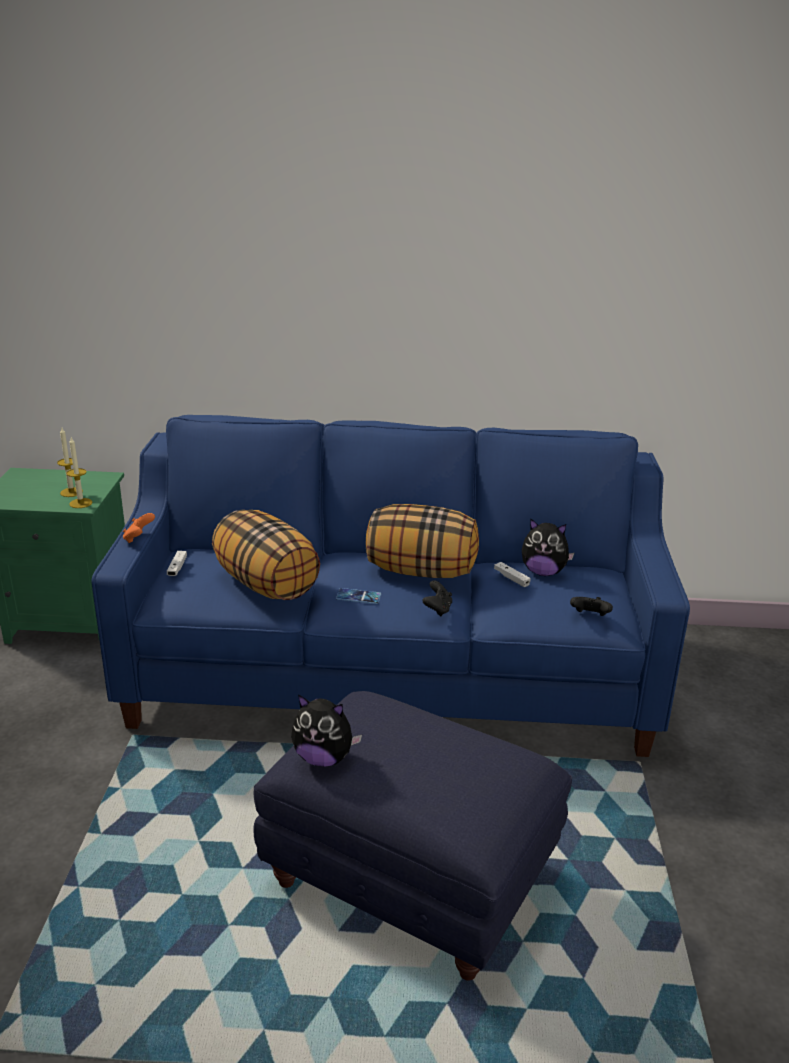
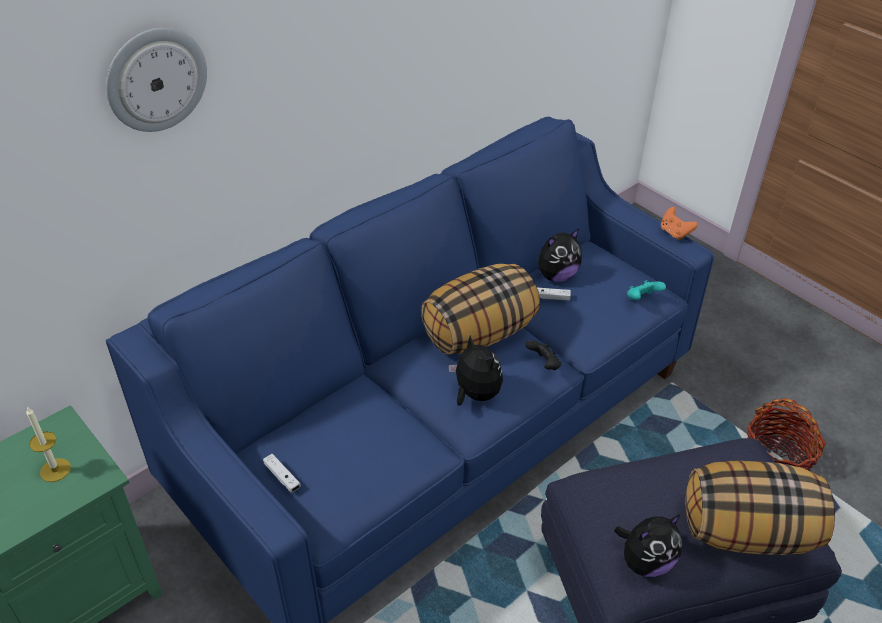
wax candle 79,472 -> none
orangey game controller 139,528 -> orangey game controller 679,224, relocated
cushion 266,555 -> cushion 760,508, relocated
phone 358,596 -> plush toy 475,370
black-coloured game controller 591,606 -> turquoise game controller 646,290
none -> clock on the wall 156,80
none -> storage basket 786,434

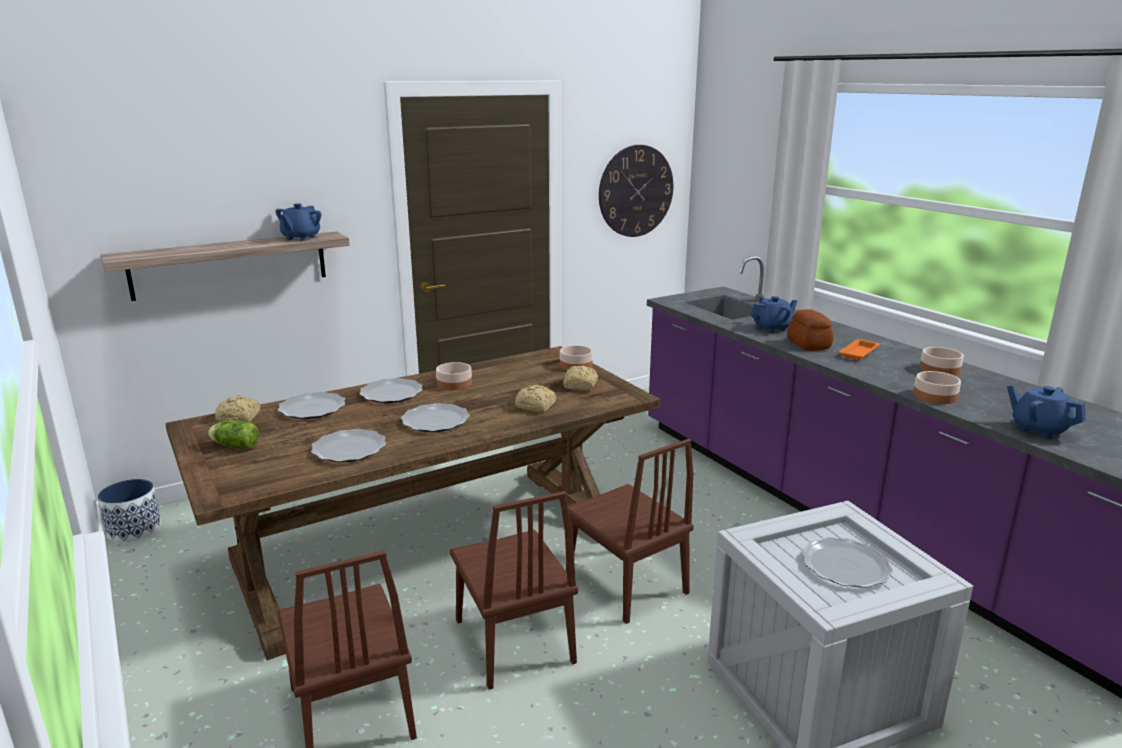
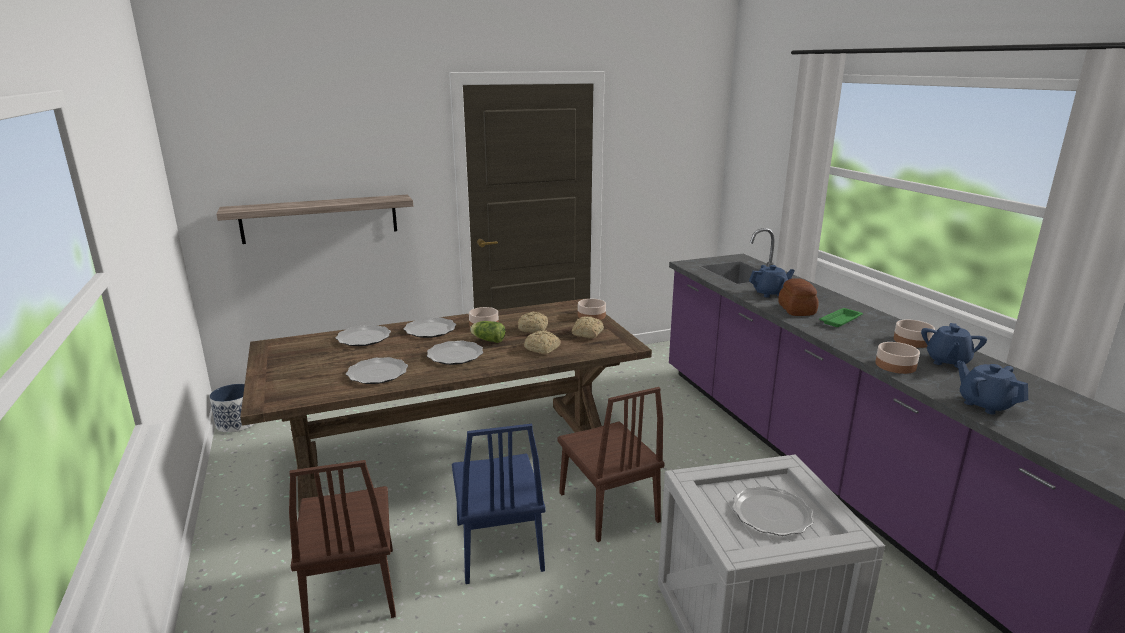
lettuce head 233,434 -> lettuce head 487,332, relocated
bread 237,408 -> bread 533,322, relocated
blue pot for tea 298,222 -> blue pot for tea 954,345, relocated
brownish upright chair 514,590 -> blue upright chair 499,504
clock on the wall 636,191 -> none
orangey tray 859,349 -> green-coloured tray 841,317

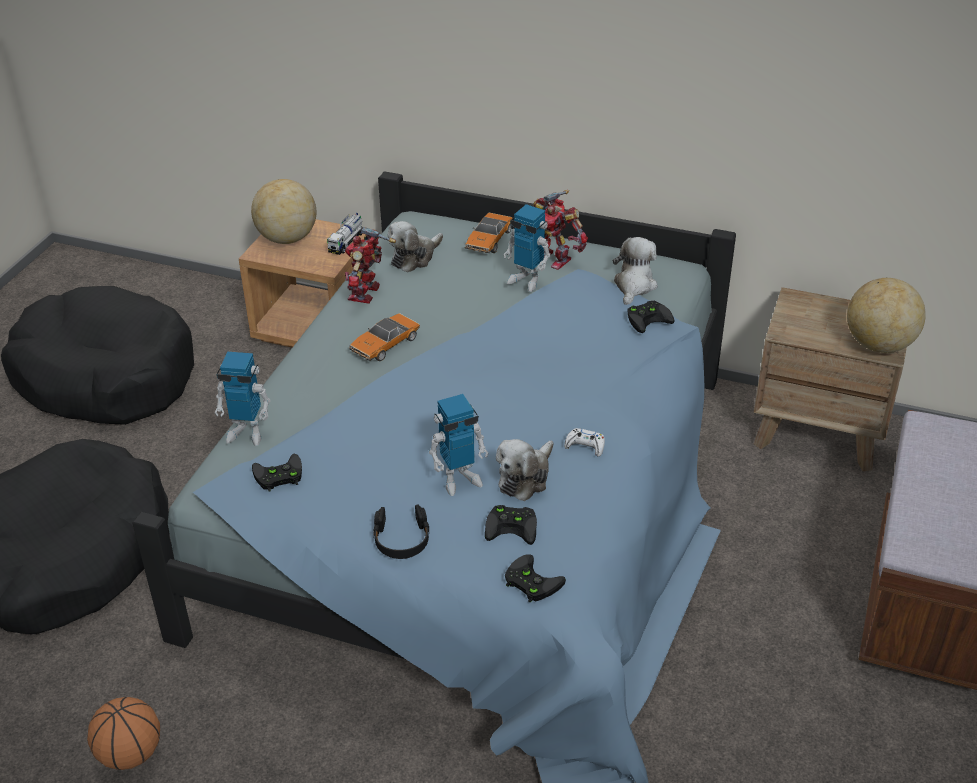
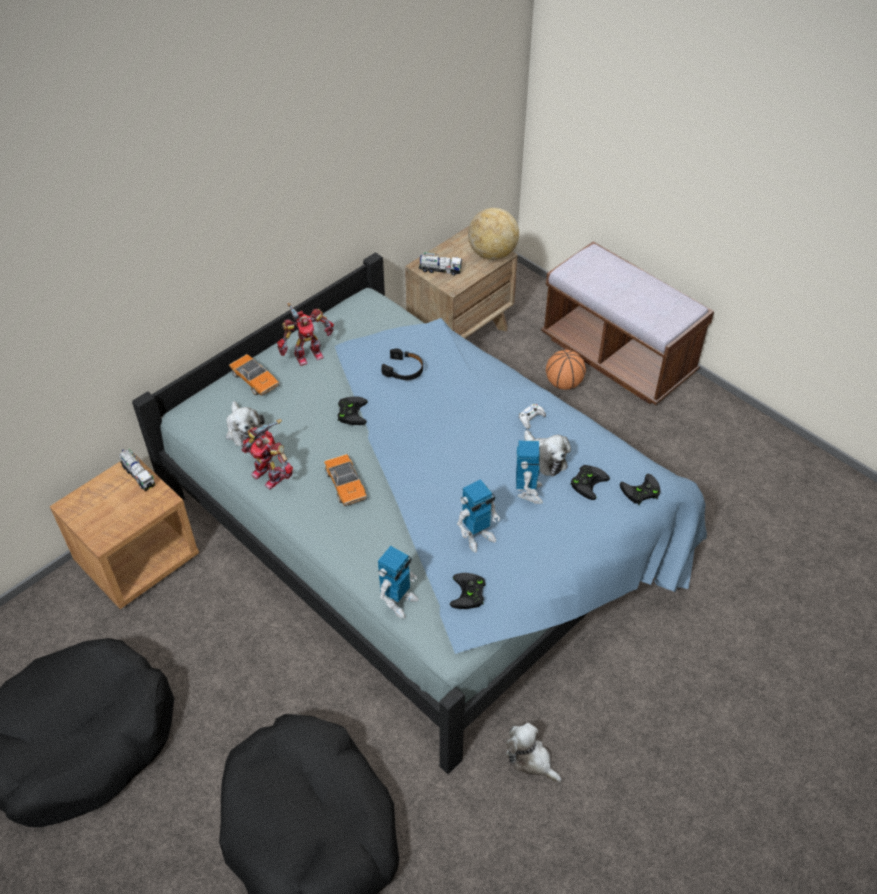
basketball ball 123,733 -> basketball ball 566,370, relocated
world globe 283,211 -> none
black-coloured headphones 401,531 -> black-coloured headphones 402,364, relocated
toy robot 527,248 -> toy robot 478,516, relocated
plush toy 635,271 -> plush toy 534,753, relocated
black-coloured game controller 650,317 -> black-coloured game controller 352,410, relocated
none -> model truck 440,263

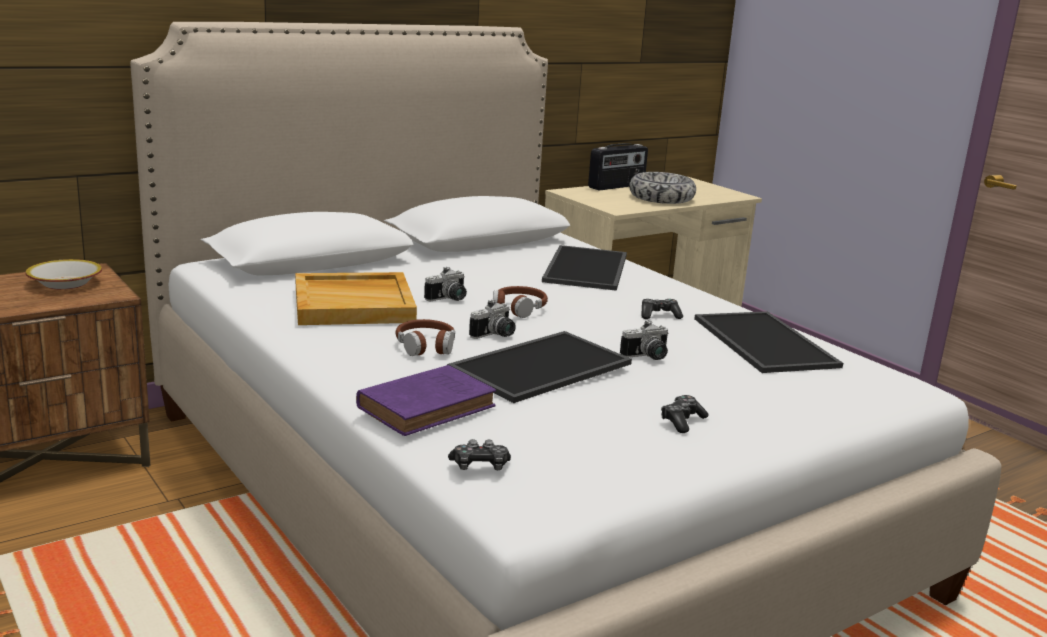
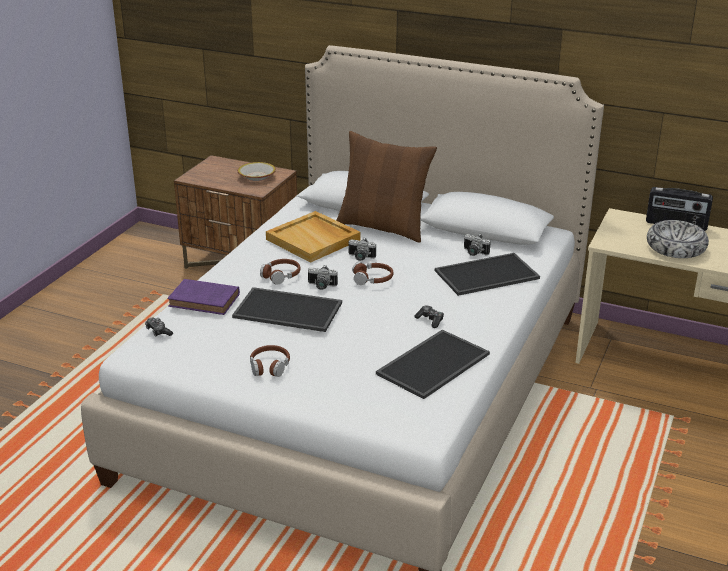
still camera 644,340 -> still camera 477,245, relocated
game controller 685,414 -> brownish headphones 270,361
none -> brownish cushion 386,187

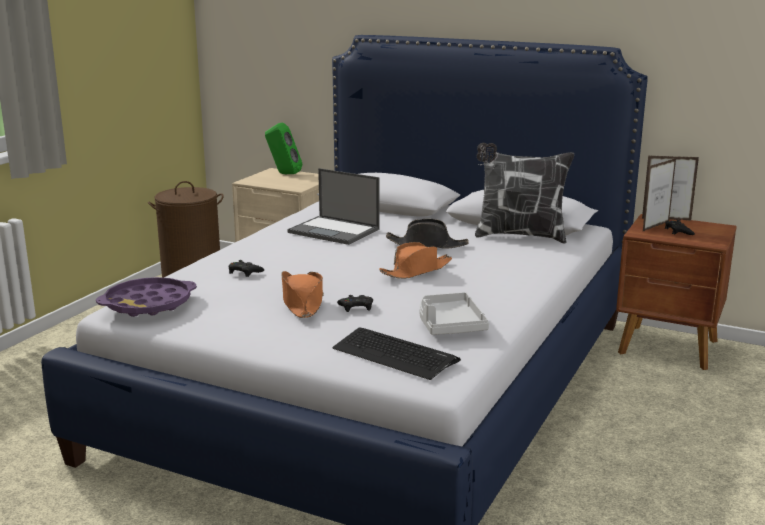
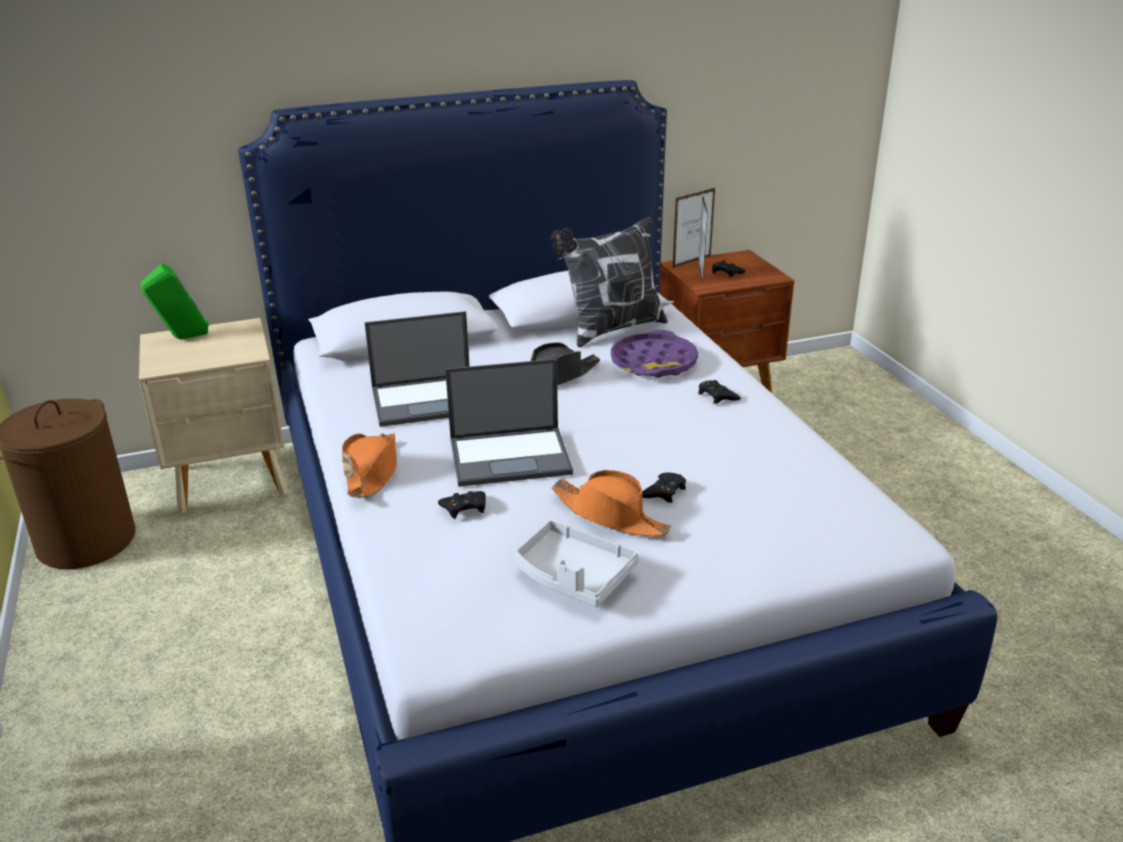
purple-coloured tray 146,297 -> purple-coloured tray 654,354, relocated
PC keyboard 396,354 -> none
orangey hat 415,260 -> orangey hat 369,465, relocated
greyish tray 454,313 -> greyish tray 577,563, relocated
none -> laptop 509,423
none -> black-coloured game controller 719,392

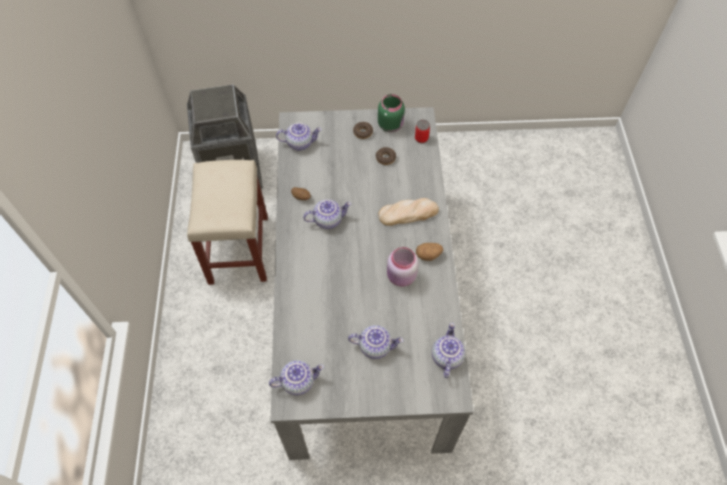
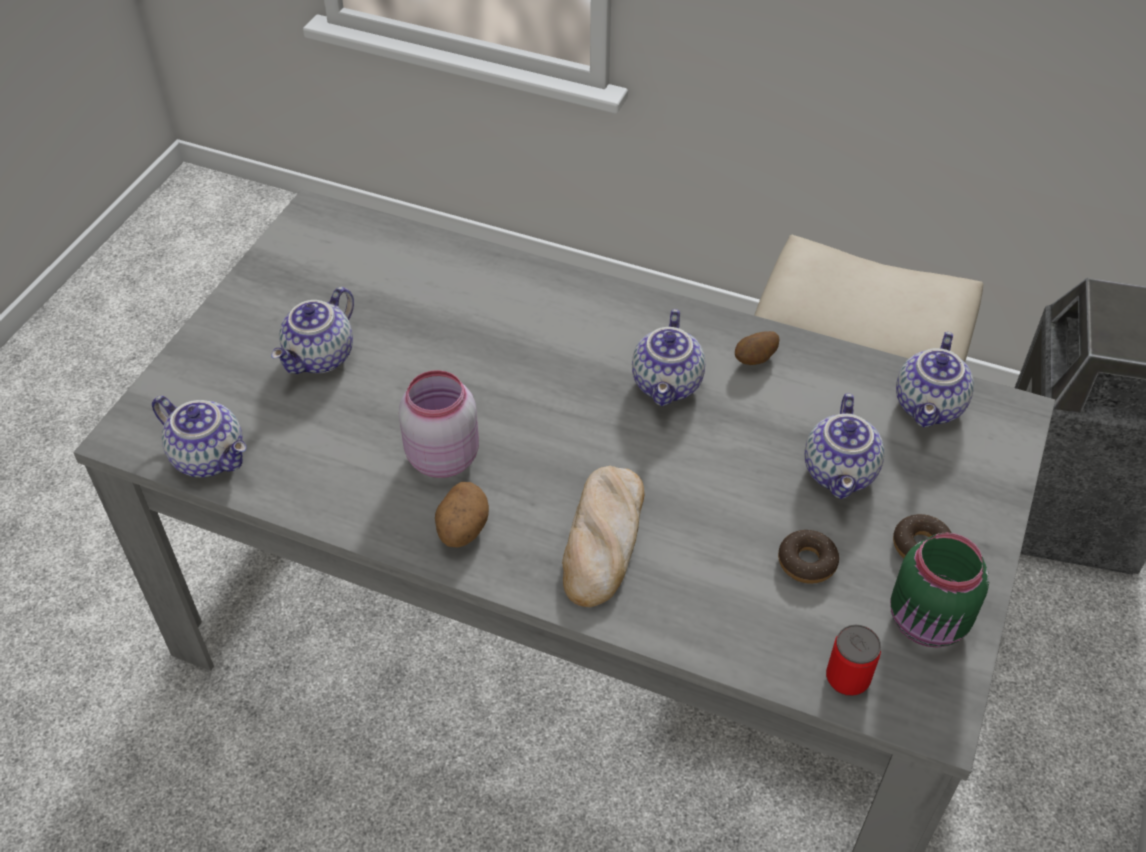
pot for tea 296,377 -> pot for tea 844,446, relocated

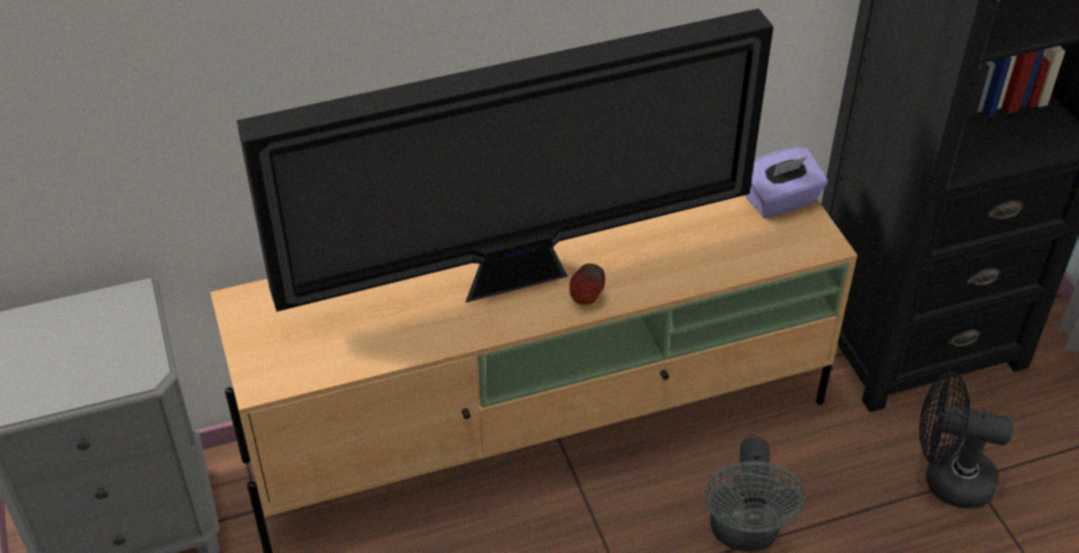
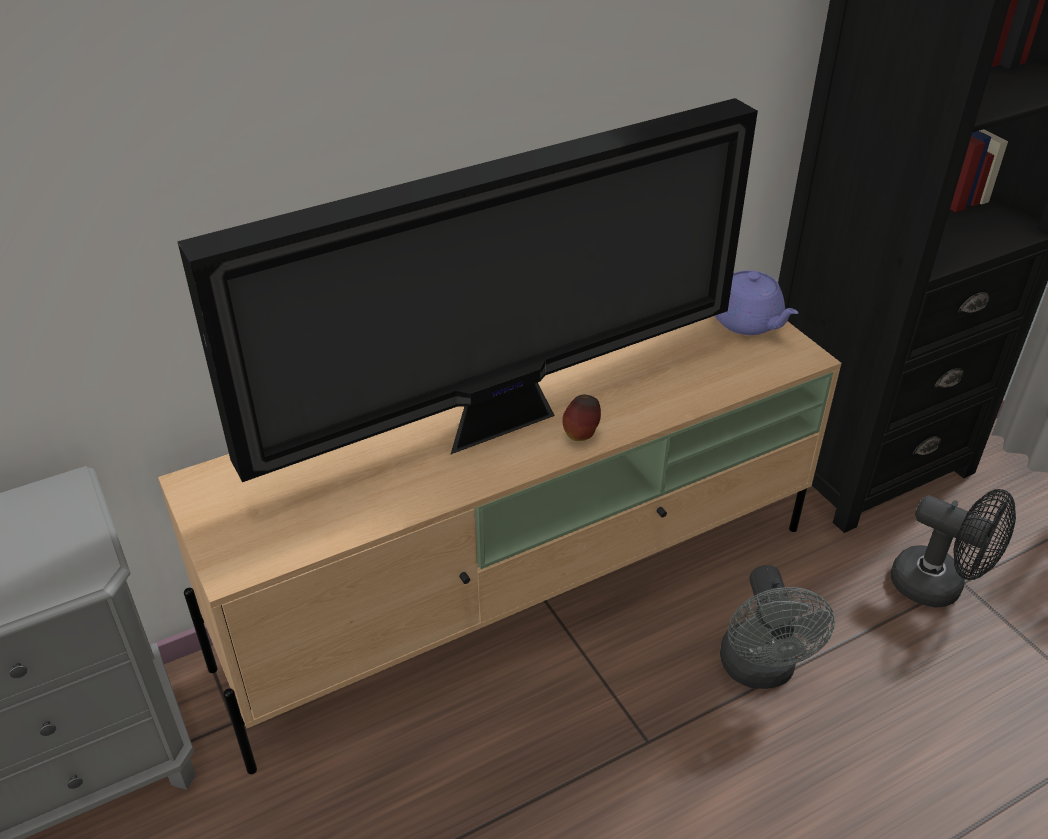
purple-coloured tissue holder 786,182 -> purple-coloured pot for tea 757,302
black-coloured cooling fan 966,440 -> black-coloured cooling fan 953,548, 150 degrees counterclockwise

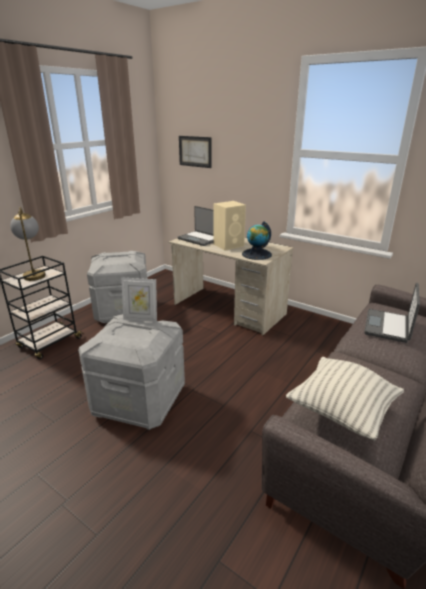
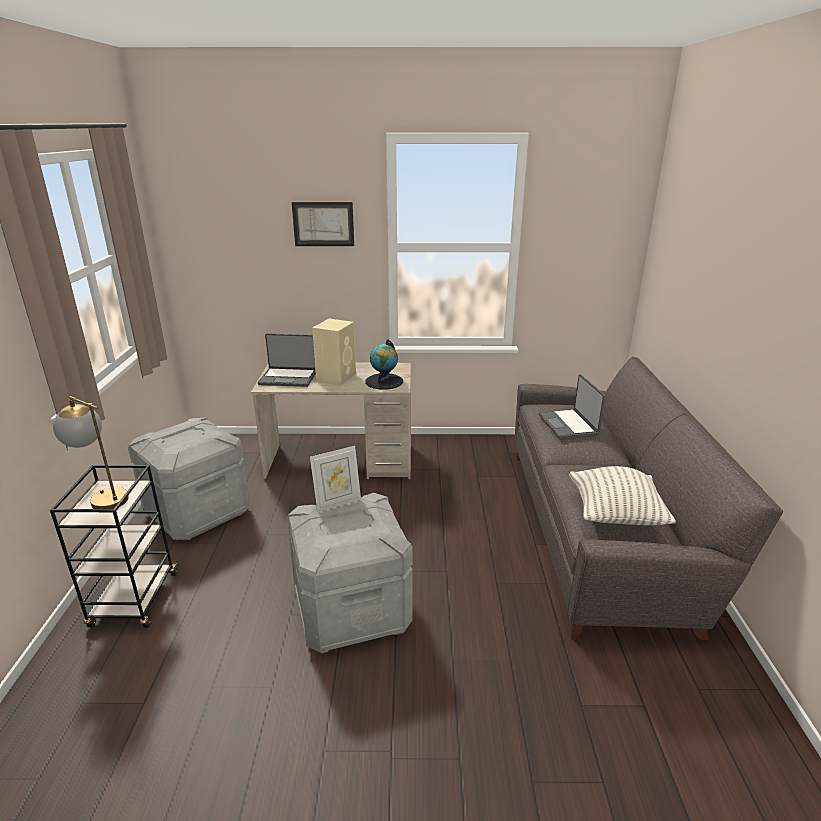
wall picture 195,152 -> wall picture 323,224, relocated

